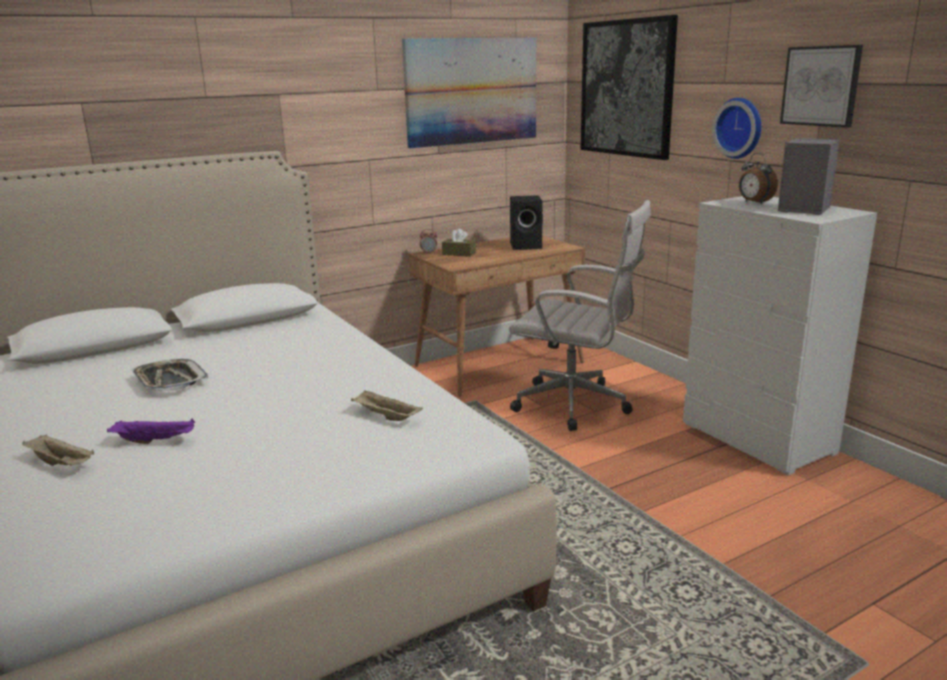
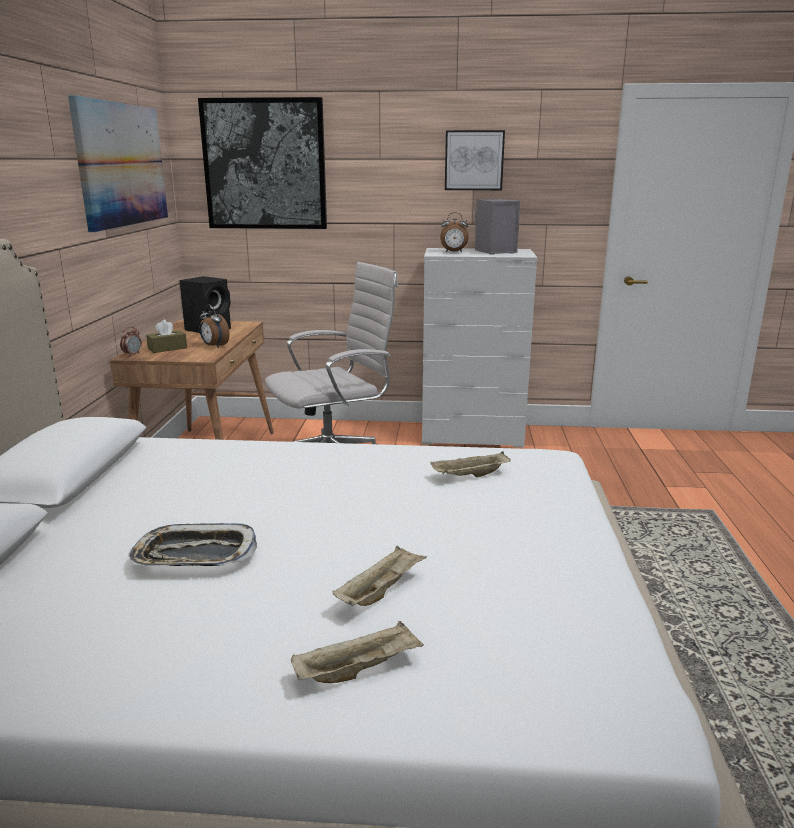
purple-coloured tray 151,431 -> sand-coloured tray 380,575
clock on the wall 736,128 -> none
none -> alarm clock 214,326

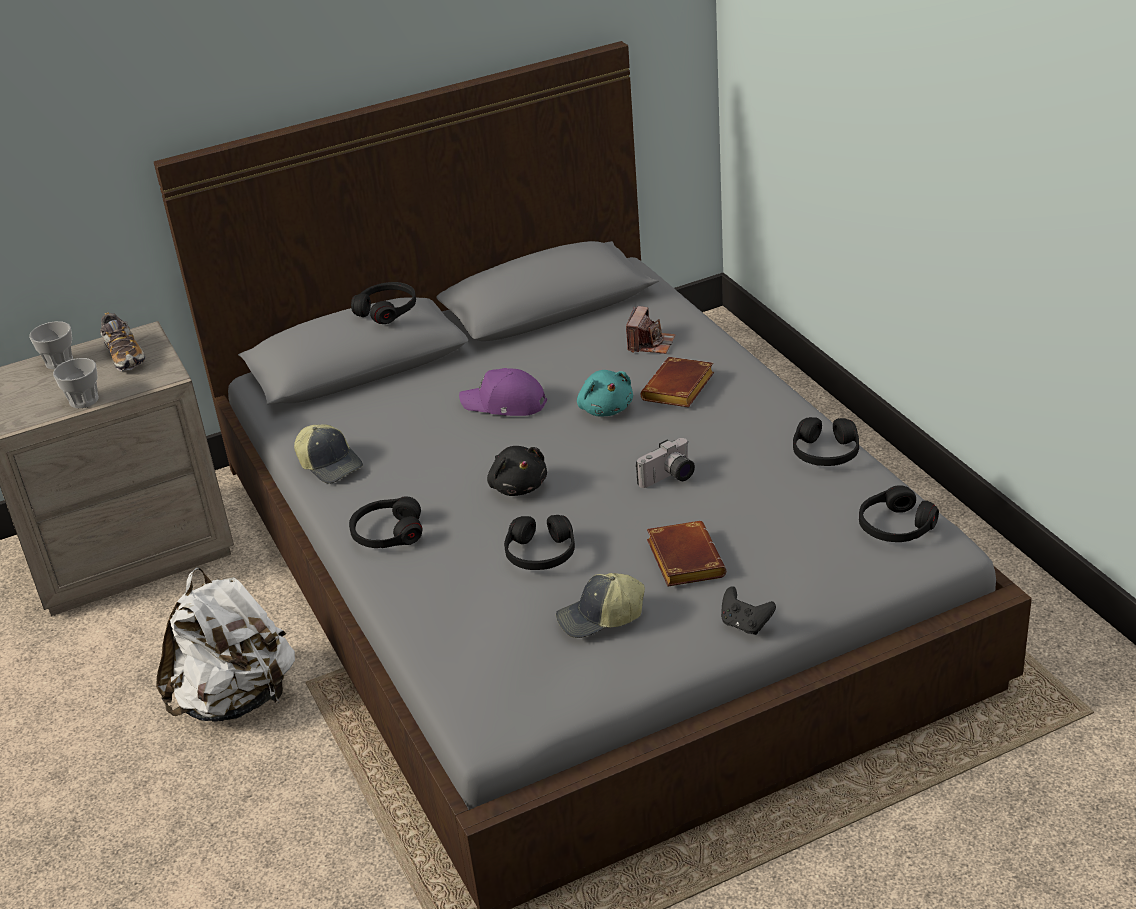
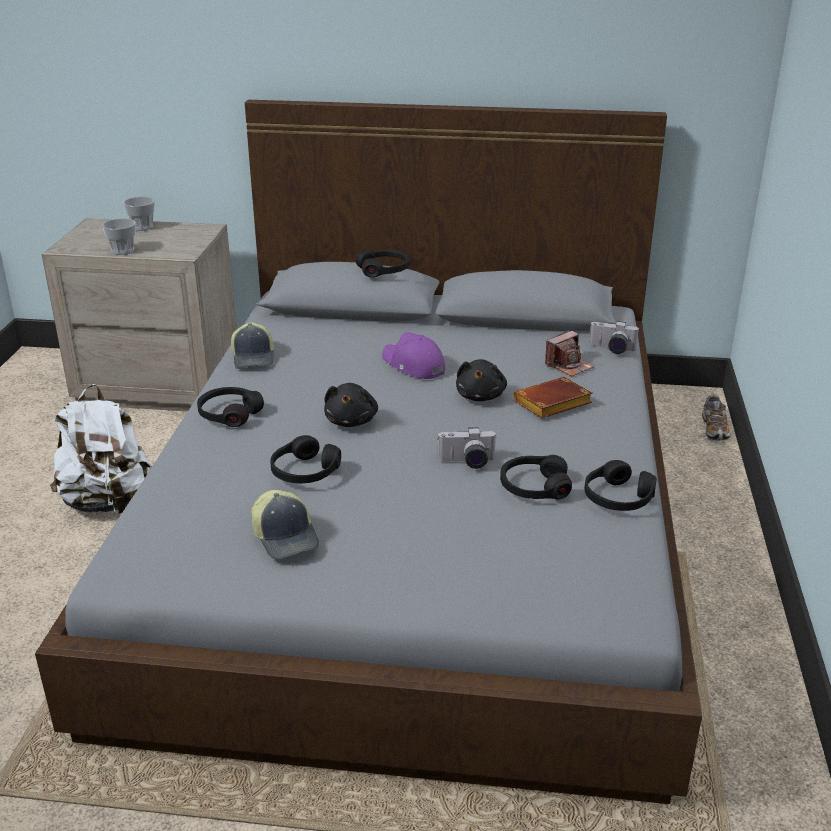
shoe 123,342 -> shoe 716,417, relocated
peaked cap 600,605 -> peaked cap 285,525, 135 degrees counterclockwise
turquoise plush toy 605,393 -> black-coloured plush toy 481,380
brownish book 686,554 -> none
black-coloured game controller 748,610 -> none
black-coloured headphones 899,513 -> black-coloured headphones 536,477, relocated
none -> still camera 614,337

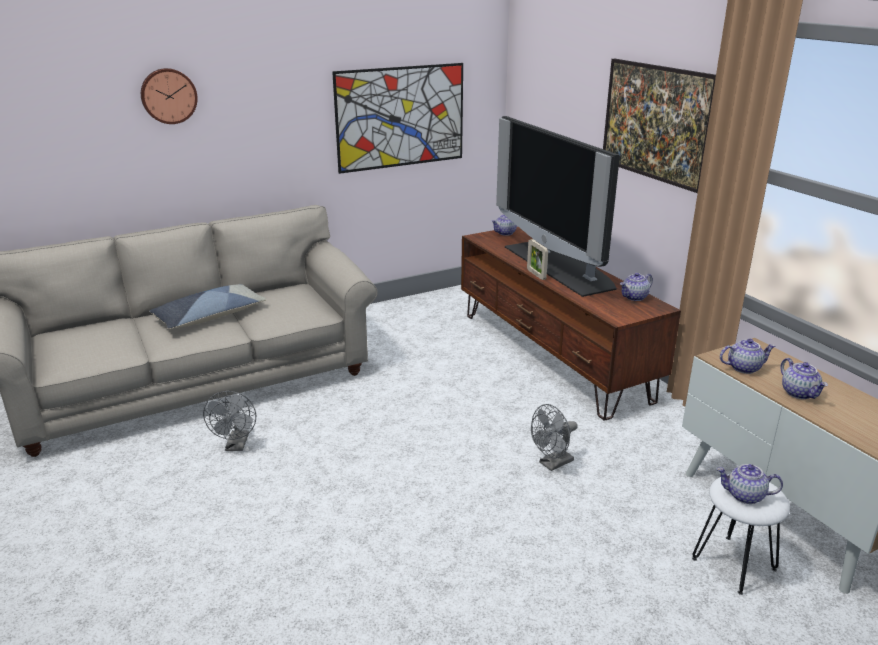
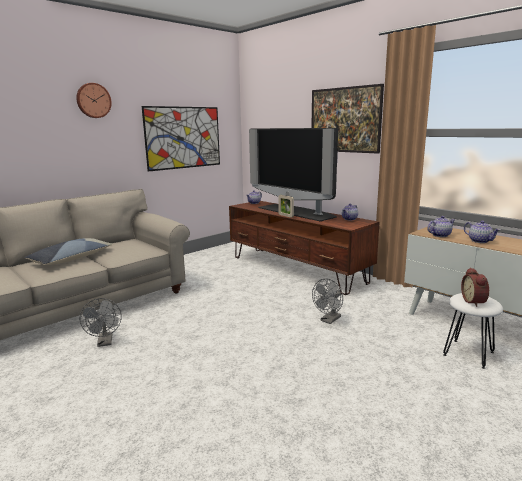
clock on the wall 169,96 -> clock on the wall 94,100, relocated
pot for tea 750,484 -> alarm clock 475,287

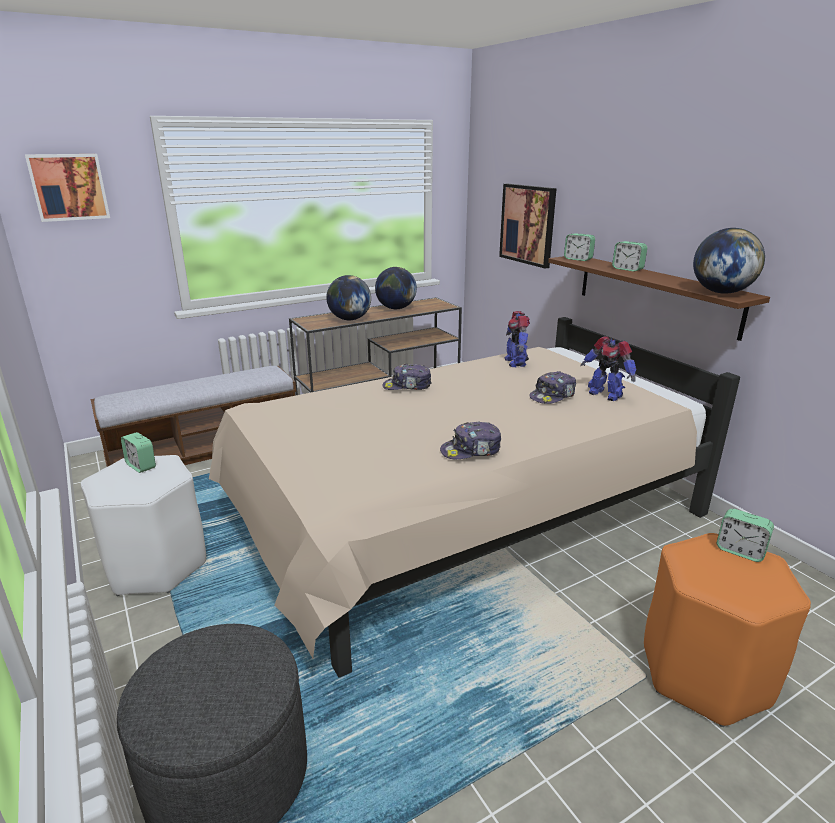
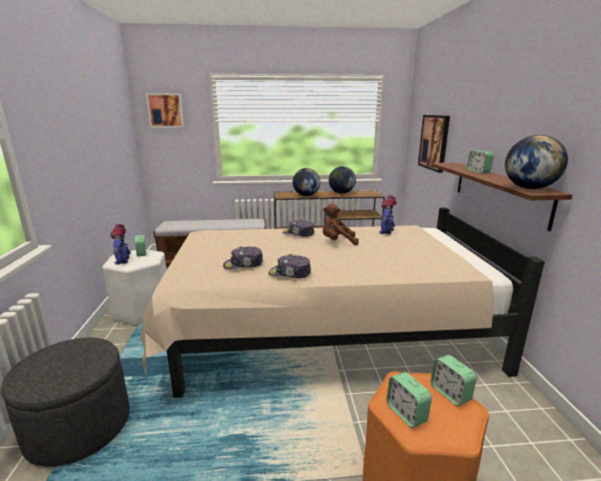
peaked cap 552,387 -> peaked cap 243,257, relocated
alarm clock 579,247 -> alarm clock 409,400, relocated
toy robot 608,368 -> toy robot 120,244, relocated
none -> brownish plush toy 341,224

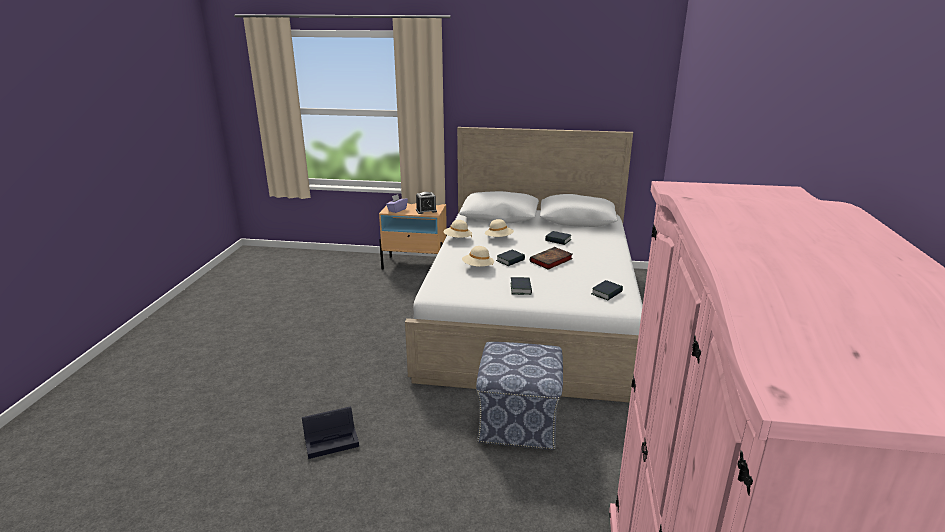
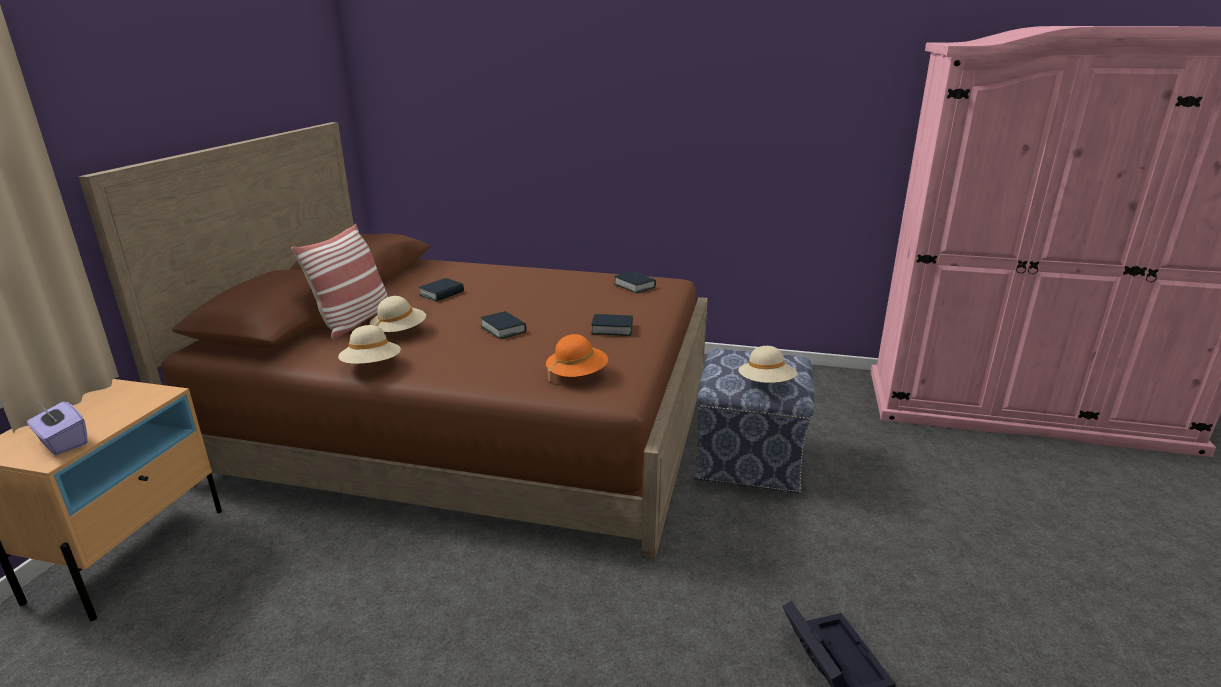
white bedroom bed 524,265 -> brownish bedroom bed 393,340
alarm clock 426,203 -> none
sand-coloured hat 478,256 -> sand-coloured hat 767,364, relocated
book 551,258 -> none
none -> cushion 339,282
none -> orangey hat 577,357

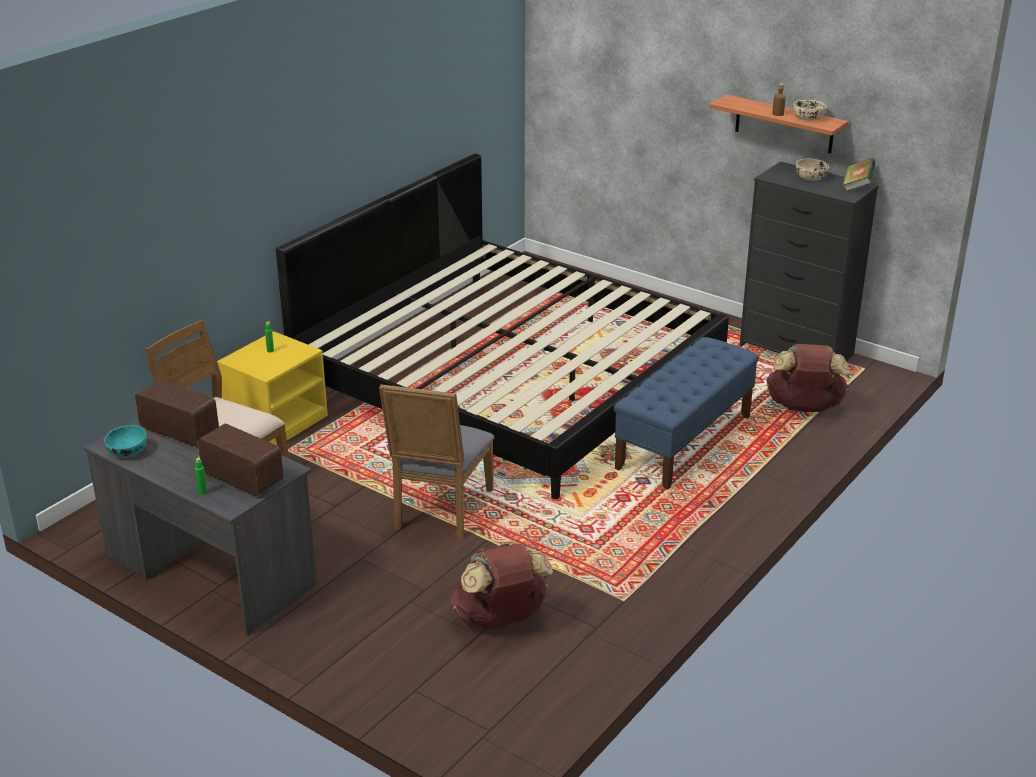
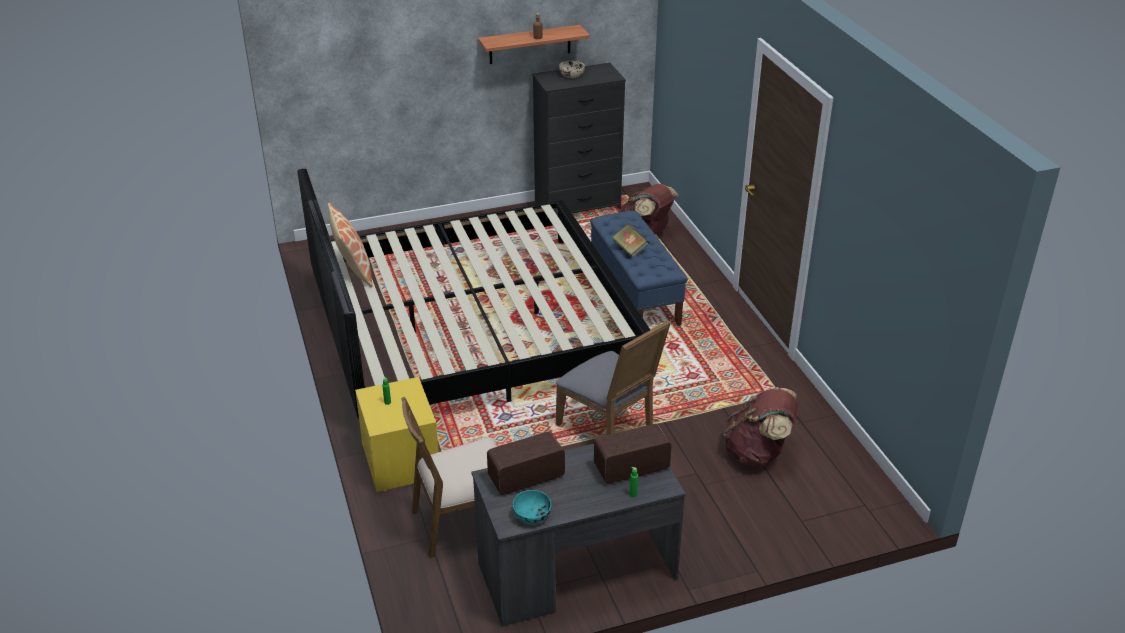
sand-coloured serving bowl 810,110 -> none
book 859,175 -> book 630,240, relocated
none -> cushion 350,245

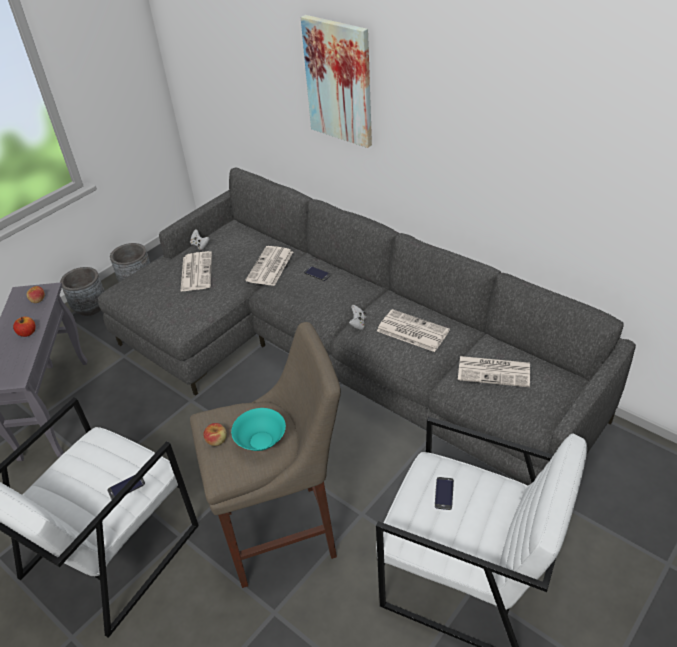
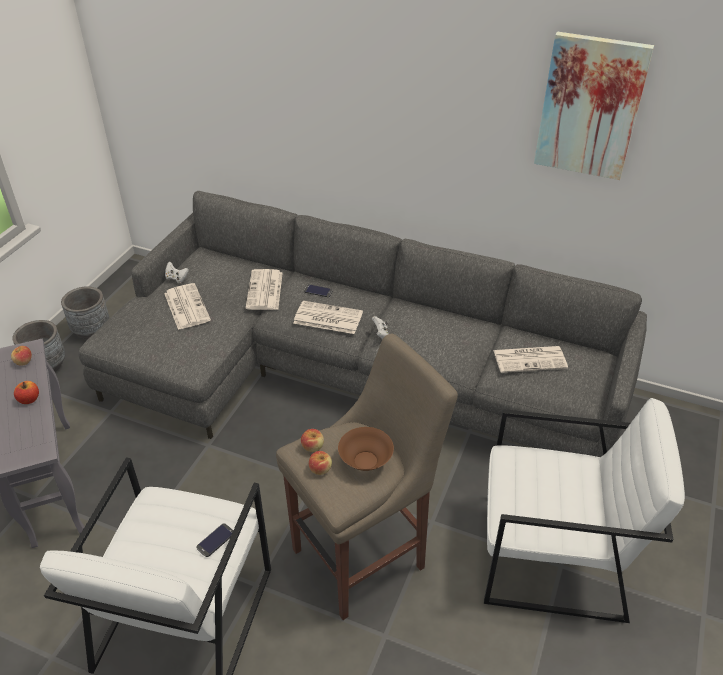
turquoise serving bowl 258,429 -> brownish serving bowl 366,449
wall picture 336,81 -> wall picture 594,106, relocated
daily paper 413,330 -> daily paper 328,317, relocated
phone 444,493 -> none
none -> apple fruit 312,440

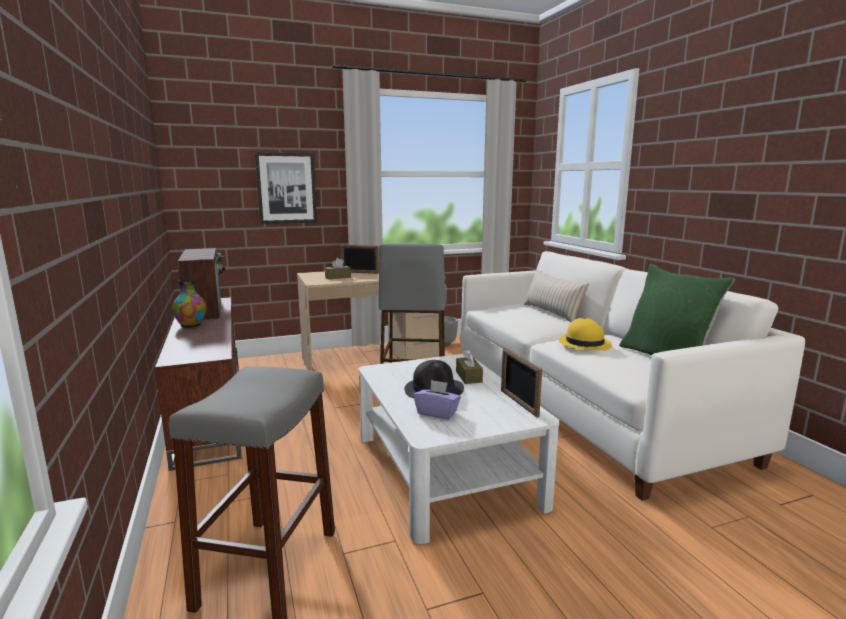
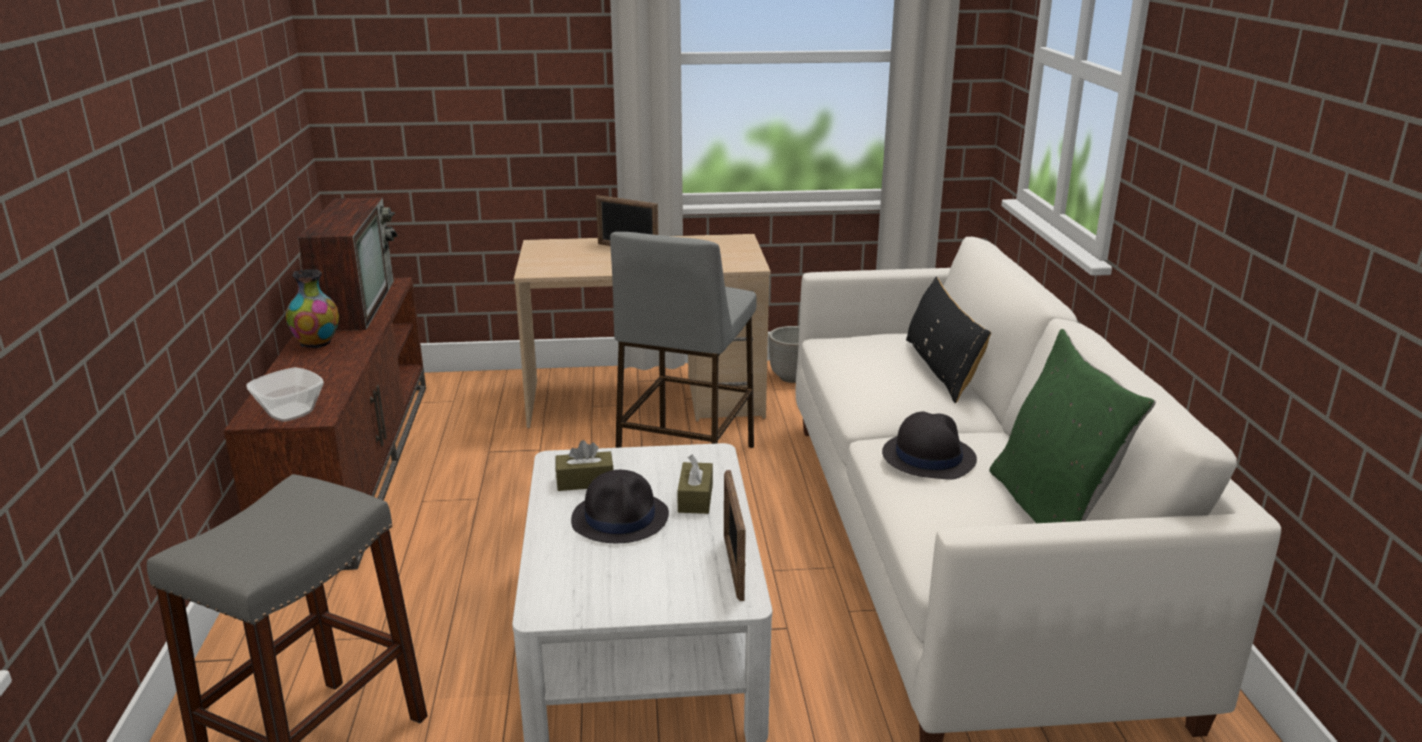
wall picture 286,188 -> none
brownish tissue holder 338,268 -> brownish tissue holder 584,465, relocated
purple-coloured tissue holder 437,400 -> none
sand-coloured cushion 556,296 -> black-coloured cushion 948,340
yellowish hat 585,334 -> black-coloured hat 929,445
none -> serving bowl 285,394

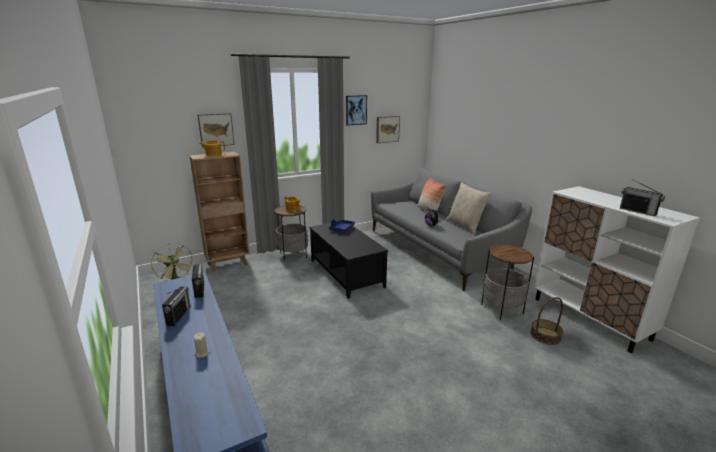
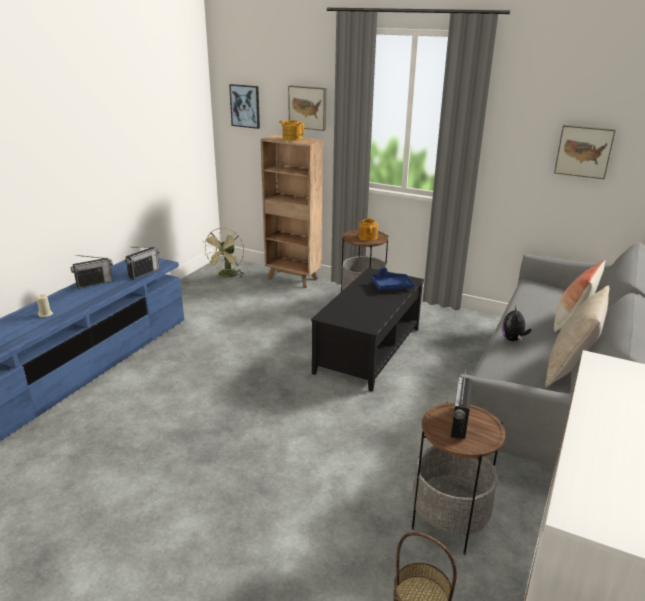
wall picture 356,110 -> wall picture 244,106, relocated
radio set 642,197 -> radio set 462,403, relocated

